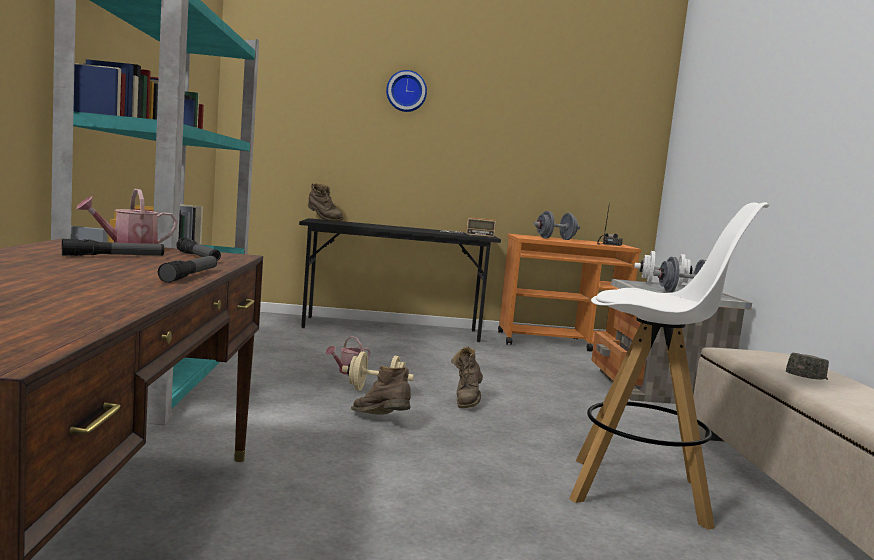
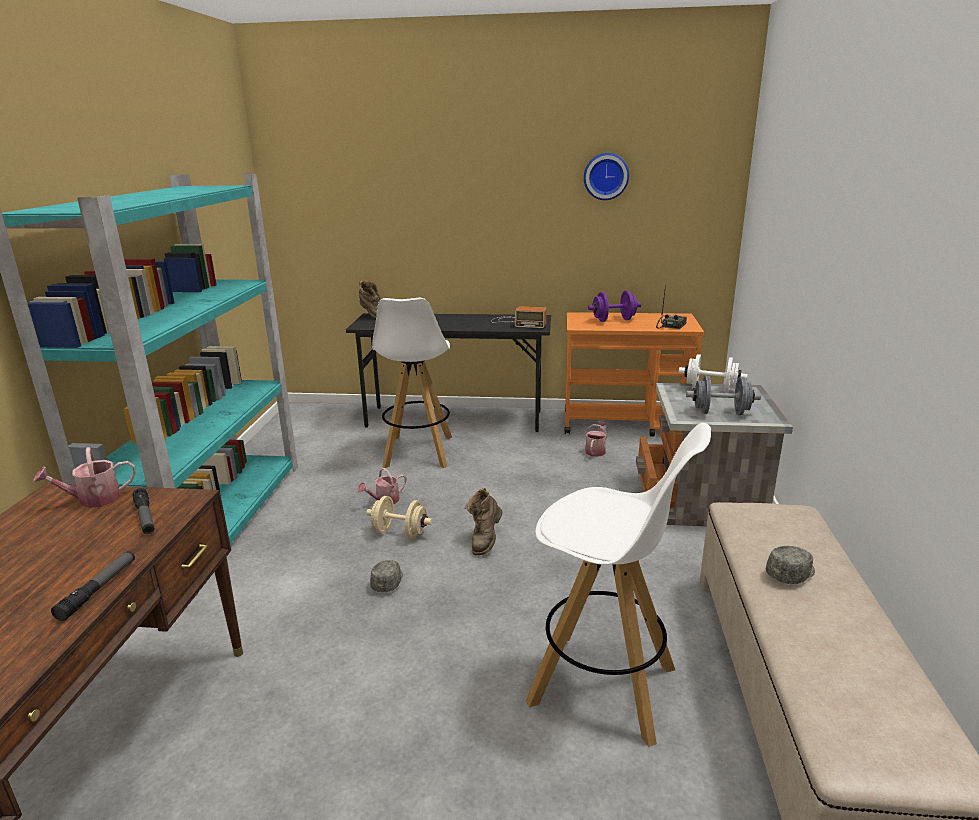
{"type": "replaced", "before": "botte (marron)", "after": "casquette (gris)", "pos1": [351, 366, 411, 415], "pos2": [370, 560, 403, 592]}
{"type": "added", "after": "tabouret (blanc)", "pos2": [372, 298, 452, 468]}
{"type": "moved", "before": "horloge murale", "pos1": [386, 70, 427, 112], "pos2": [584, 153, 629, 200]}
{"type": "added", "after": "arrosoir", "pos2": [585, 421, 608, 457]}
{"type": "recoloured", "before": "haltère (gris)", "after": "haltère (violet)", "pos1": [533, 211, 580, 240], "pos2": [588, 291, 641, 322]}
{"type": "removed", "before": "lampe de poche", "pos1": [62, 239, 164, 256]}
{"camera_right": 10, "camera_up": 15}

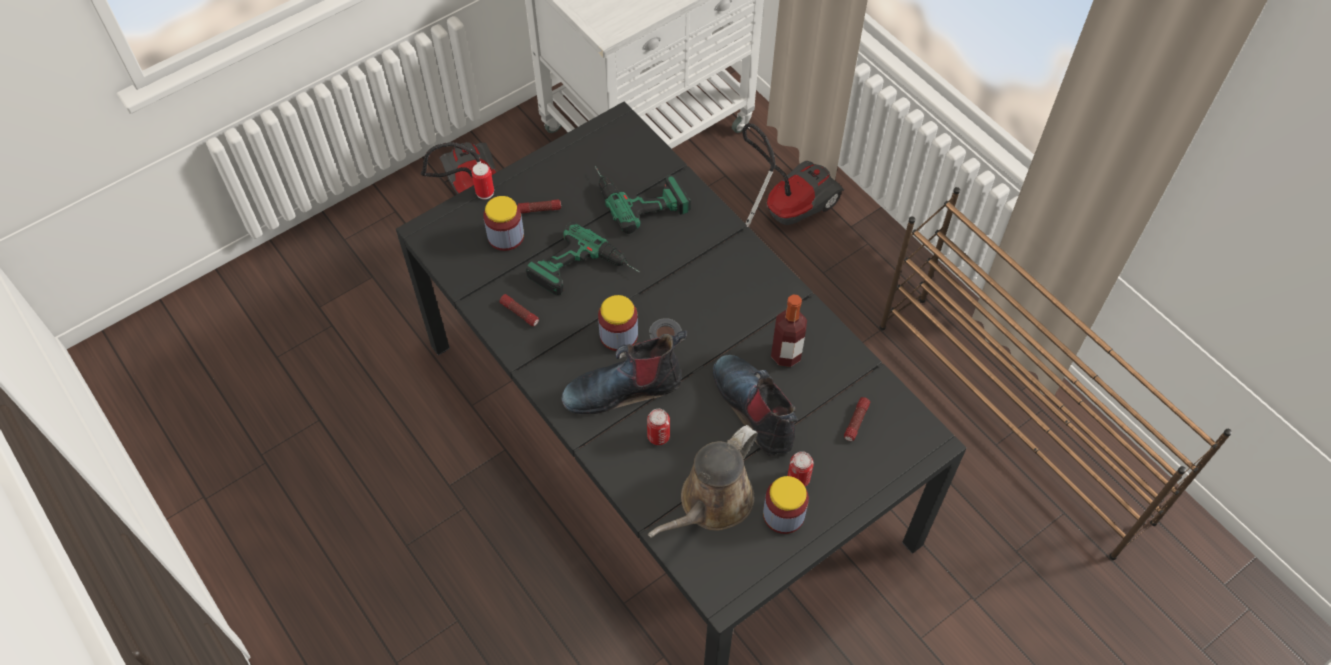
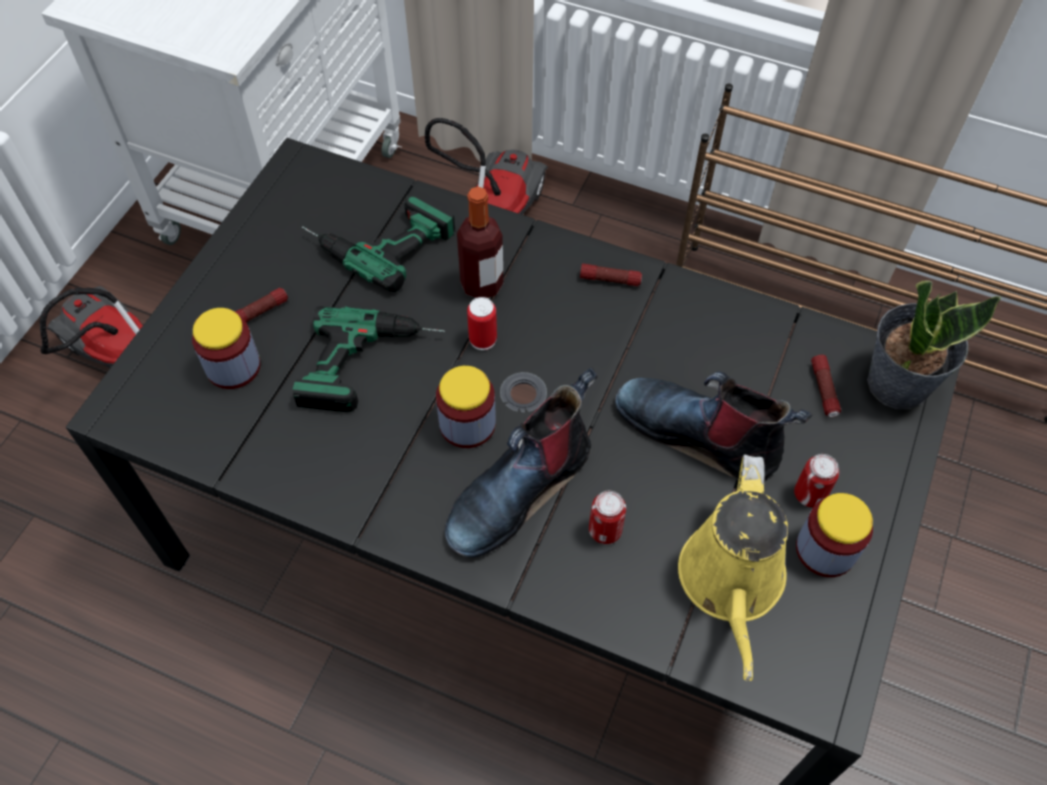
{"type": "moved", "before": "bouteille", "pos1": [771, 294, 807, 367], "pos2": [457, 187, 503, 298]}
{"type": "moved", "before": "boîte métallique", "pos1": [472, 163, 494, 199], "pos2": [467, 297, 497, 350]}
{"type": "moved", "before": "lampe de poche", "pos1": [499, 294, 539, 326], "pos2": [580, 263, 642, 286]}
{"type": "recoloured", "before": "arrosoir (marron)", "after": "arrosoir (jaune)", "pos1": [648, 425, 758, 538], "pos2": [678, 454, 788, 681]}
{"type": "added", "after": "plante en pot", "pos2": [867, 280, 1002, 410]}
{"camera_right": -30, "camera_up": 0}

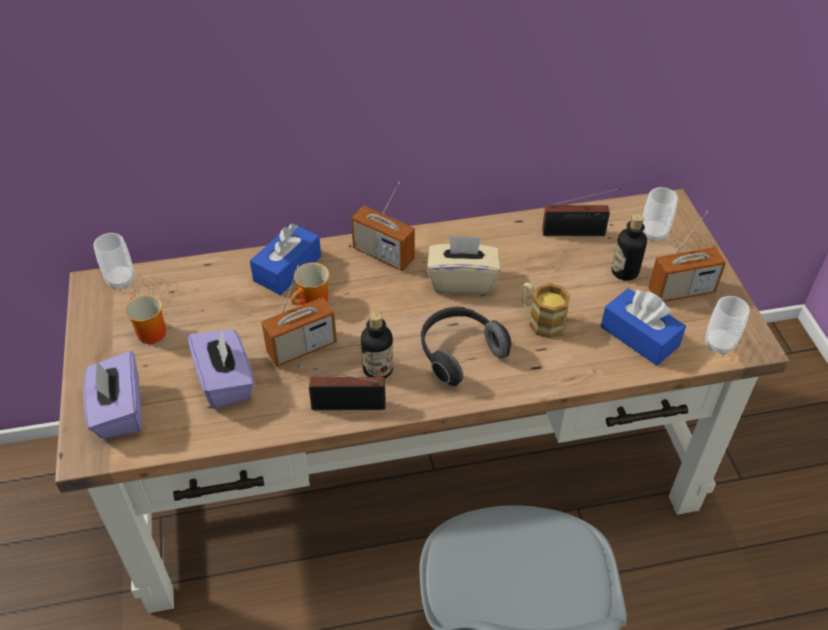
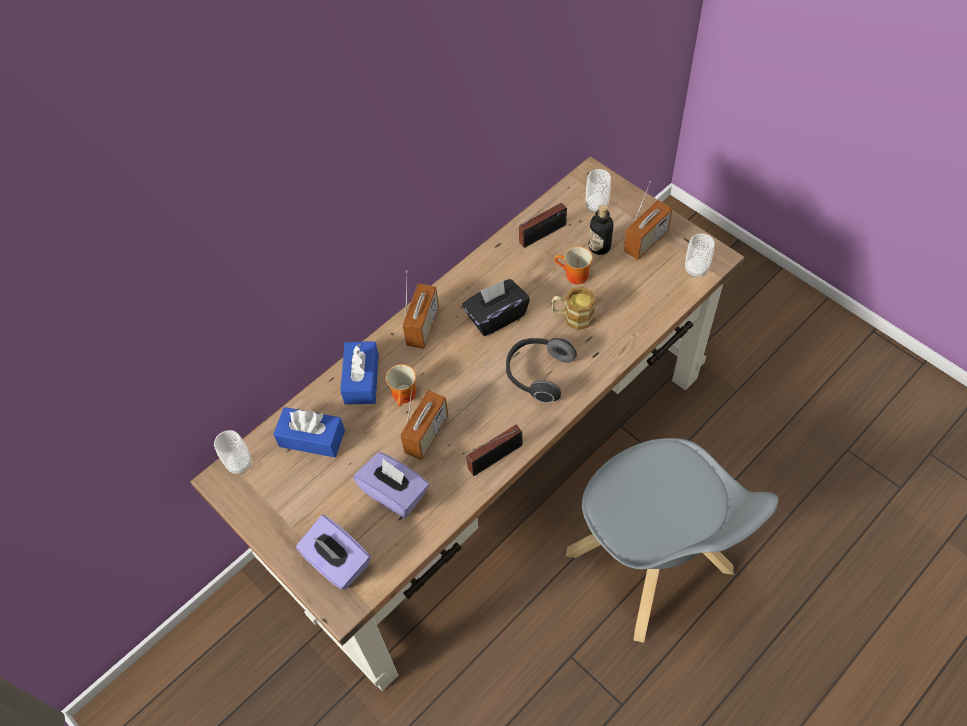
{"type": "moved", "before": "boîte à mouchoirs (bleu)", "pos1": [601, 288, 686, 366], "pos2": [273, 407, 345, 457]}
{"type": "turned", "before": "radio", "pos1": [351, 182, 415, 271], "pos2": [402, 270, 439, 349], "turn": -75}
{"type": "recoloured", "before": "boîte à mouchoirs (beige)", "after": "boîte à mouchoirs (noir)", "pos1": [427, 235, 500, 294], "pos2": [462, 279, 530, 336]}
{"type": "moved", "before": "mug", "pos1": [125, 294, 166, 344], "pos2": [554, 246, 593, 284]}
{"type": "removed", "before": "bouteille", "pos1": [361, 311, 393, 378]}
{"camera_right": -30, "camera_up": 10}

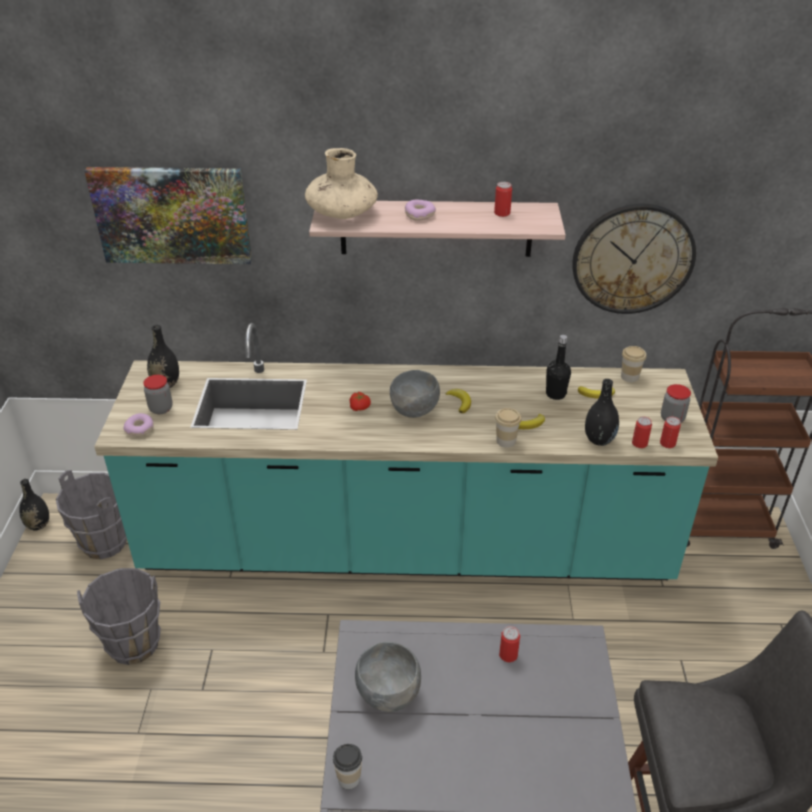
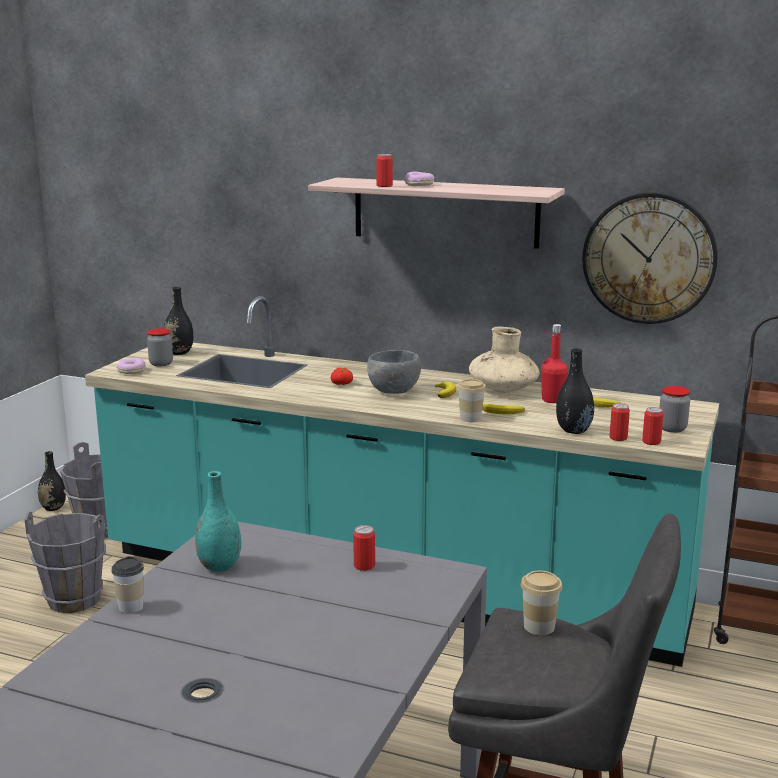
{"type": "replaced", "before": "bol (gris)", "after": "vase (turquoise)", "pos1": [355, 642, 421, 712], "pos2": [195, 471, 241, 572]}
{"type": "moved", "before": "boîte métallique", "pos1": [494, 182, 512, 217], "pos2": [376, 154, 393, 187]}
{"type": "moved", "before": "vase (beige)", "pos1": [305, 148, 378, 219], "pos2": [469, 326, 540, 393]}
{"type": "moved", "before": "tasse", "pos1": [621, 346, 646, 382], "pos2": [521, 571, 562, 635]}
{"type": "recoloured", "before": "bouteille (noir)", "after": "bouteille (rouge)", "pos1": [546, 335, 571, 400], "pos2": [541, 324, 568, 403]}
{"type": "removed", "before": "tableau", "pos1": [84, 167, 252, 264]}
{"camera_right": 20, "camera_up": -20}

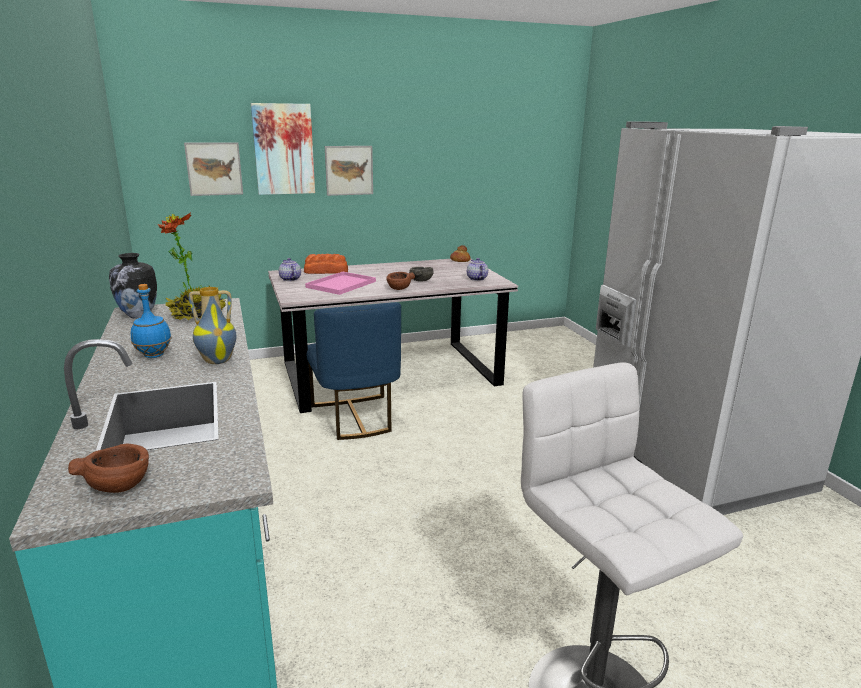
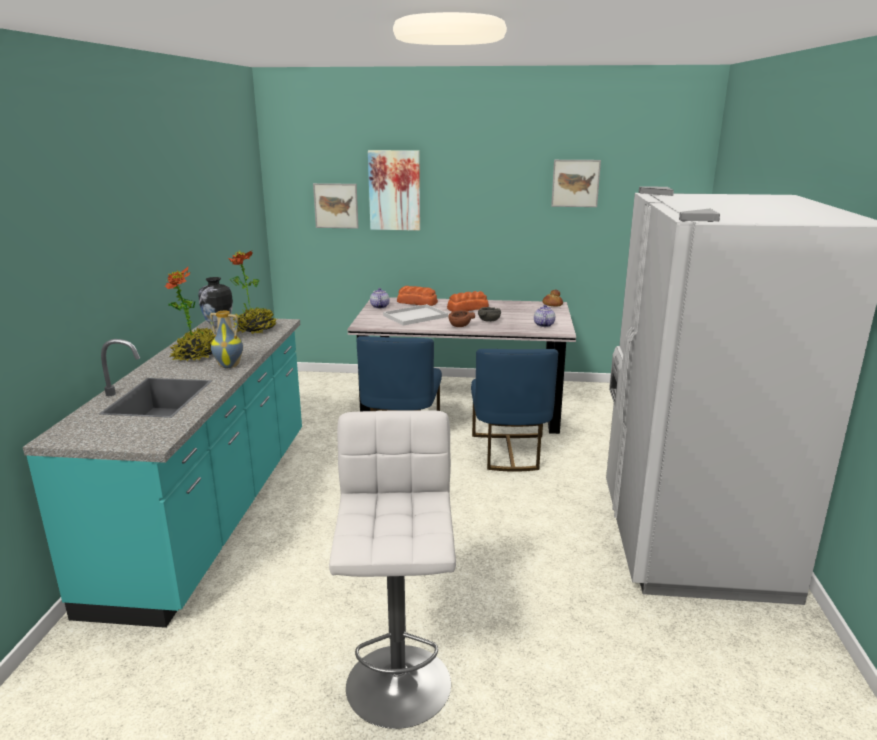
{"type": "replaced", "before": "bouteille (bleu)", "after": "plante en pot", "pos1": [131, 284, 172, 358], "pos2": [165, 267, 215, 361]}
{"type": "recoloured", "before": "plateau (rose)", "after": "plateau (blanc)", "pos1": [305, 272, 376, 295], "pos2": [383, 304, 448, 326]}
{"type": "added", "after": "pain", "pos2": [447, 291, 489, 312]}
{"type": "added", "after": "chaise (bleu)", "pos2": [471, 349, 558, 472]}
{"type": "moved", "before": "tableau", "pos1": [325, 146, 373, 196], "pos2": [551, 160, 601, 207]}
{"type": "removed", "before": "bol (marron)", "pos1": [68, 444, 149, 493]}
{"camera_right": 25, "camera_up": 0}

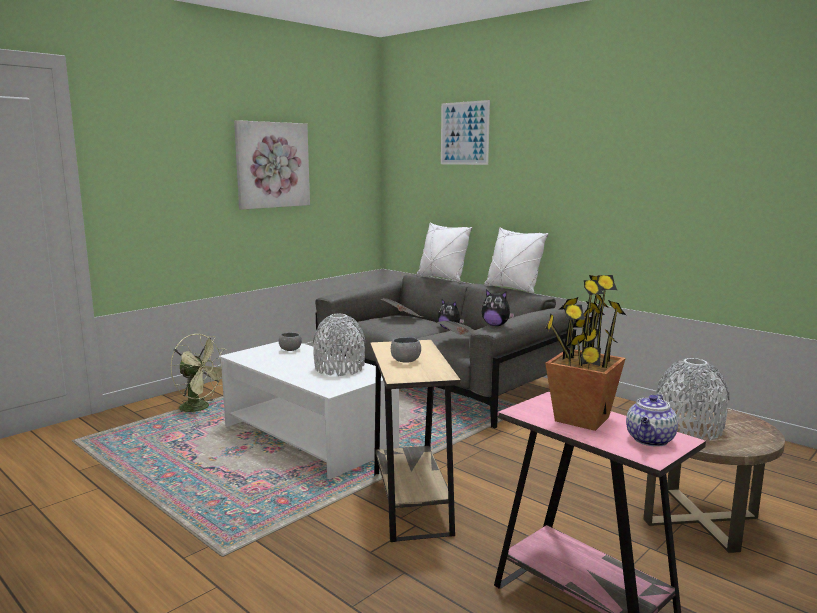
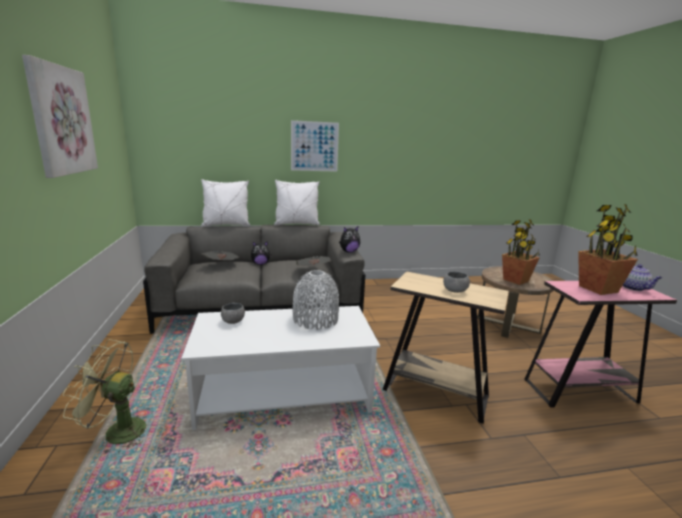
{"type": "turned", "before": "ventilateur (vert)", "pos1": [170, 334, 224, 412], "pos2": [63, 339, 146, 455], "turn": -150}
{"type": "moved", "before": "tableau", "pos1": [441, 100, 490, 165], "pos2": [291, 120, 339, 172]}
{"type": "replaced", "before": "vase (gris)", "after": "plante en pot", "pos1": [656, 358, 730, 440], "pos2": [502, 219, 540, 285]}
{"camera_right": -55, "camera_up": 5}

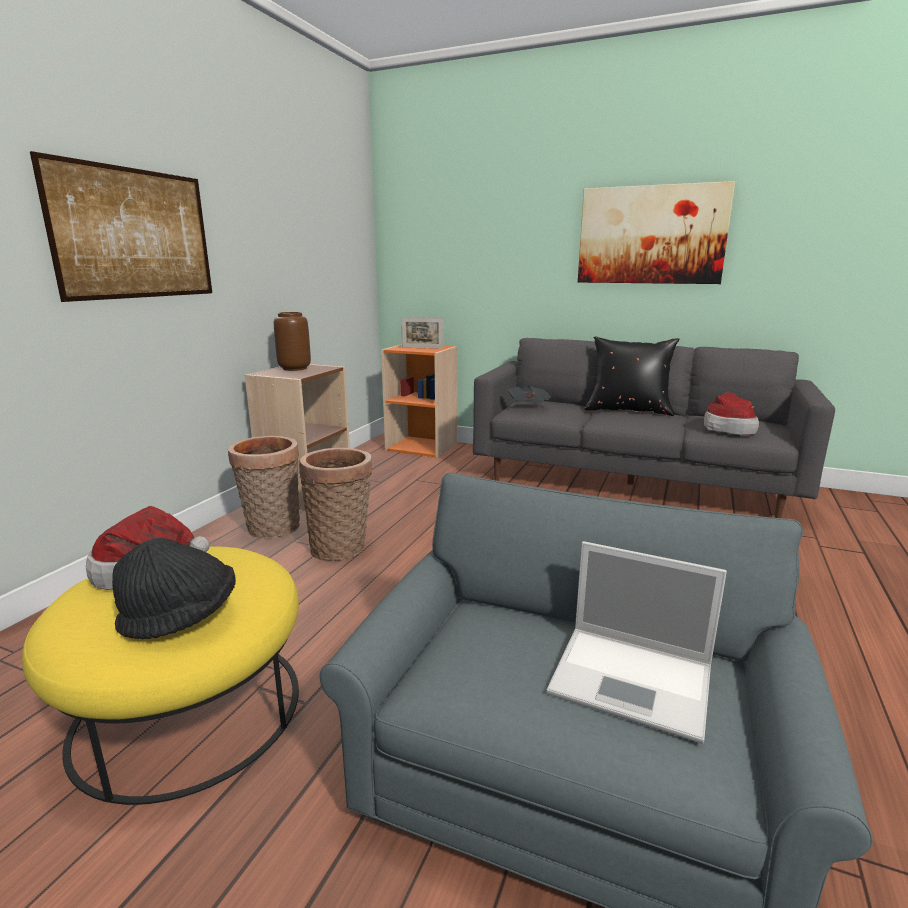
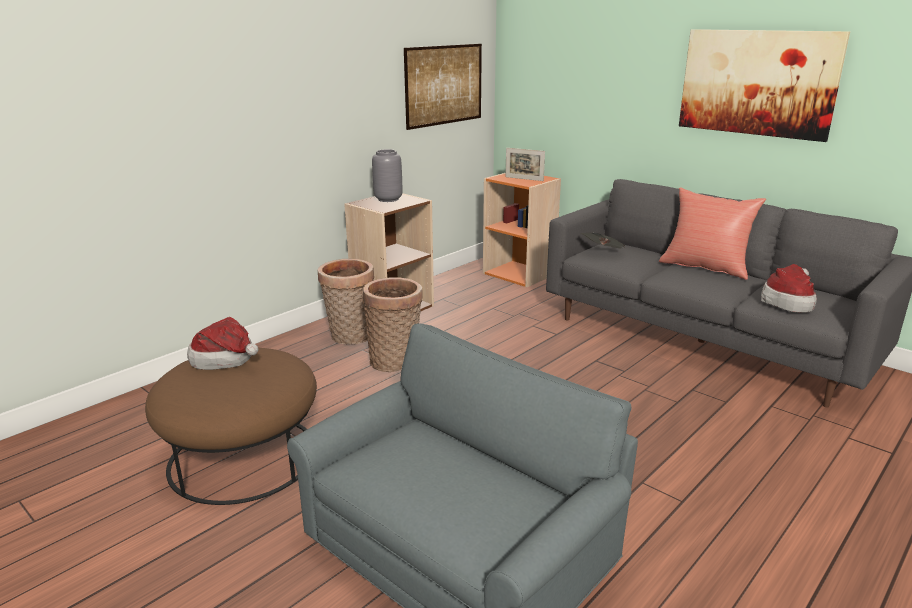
{"type": "recoloured", "before": "pouf (jaune)", "after": "pouf (marron)", "pos1": [22, 546, 299, 805], "pos2": [145, 348, 317, 505]}
{"type": "recoloured", "before": "vase (marron)", "after": "vase (gris)", "pos1": [274, 312, 311, 371], "pos2": [372, 149, 402, 202]}
{"type": "moved", "before": "tableau", "pos1": [30, 151, 212, 302], "pos2": [404, 44, 482, 130]}
{"type": "recoloured", "before": "coussin (noir)", "after": "coussin (rouge)", "pos1": [584, 336, 679, 416], "pos2": [659, 187, 766, 280]}
{"type": "removed", "before": "chapeau (noir)", "pos1": [112, 538, 236, 639]}
{"type": "removed", "before": "ordinateur portable", "pos1": [546, 541, 727, 744]}
{"camera_right": 20, "camera_up": 5}

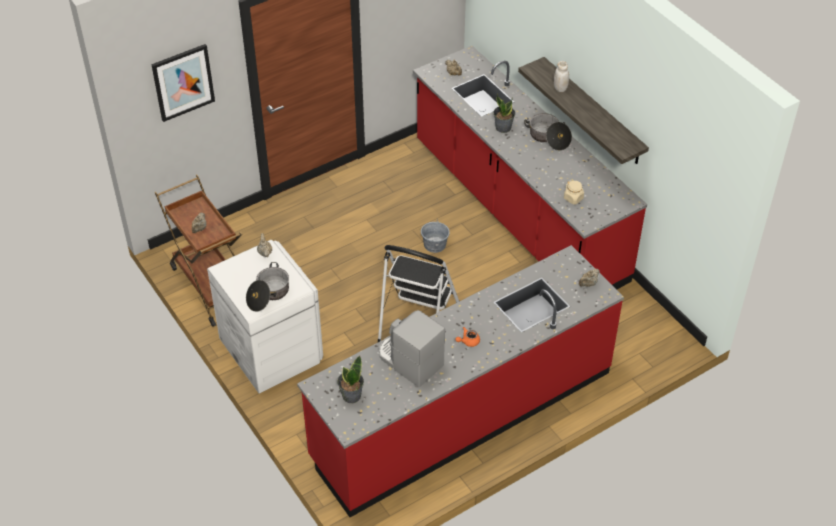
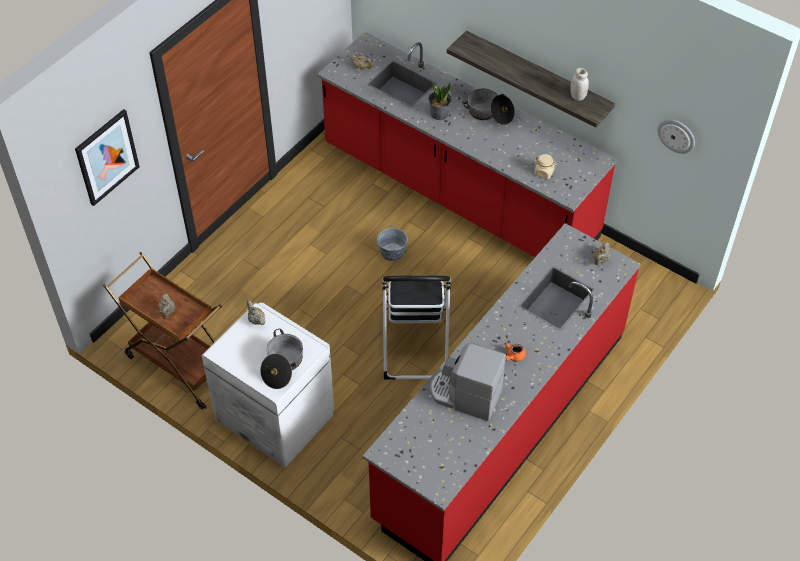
{"type": "moved", "before": "bocal (blanc)", "pos1": [554, 61, 569, 92], "pos2": [570, 68, 589, 101]}
{"type": "added", "after": "horloge murale", "pos2": [657, 119, 695, 154]}
{"type": "removed", "before": "plante en pot", "pos1": [337, 355, 364, 403]}
{"camera_right": -20, "camera_up": 5}

